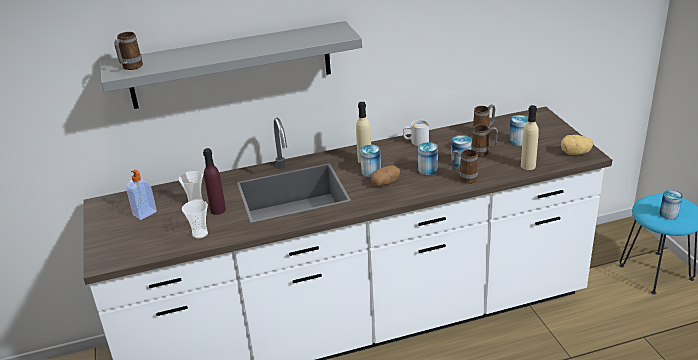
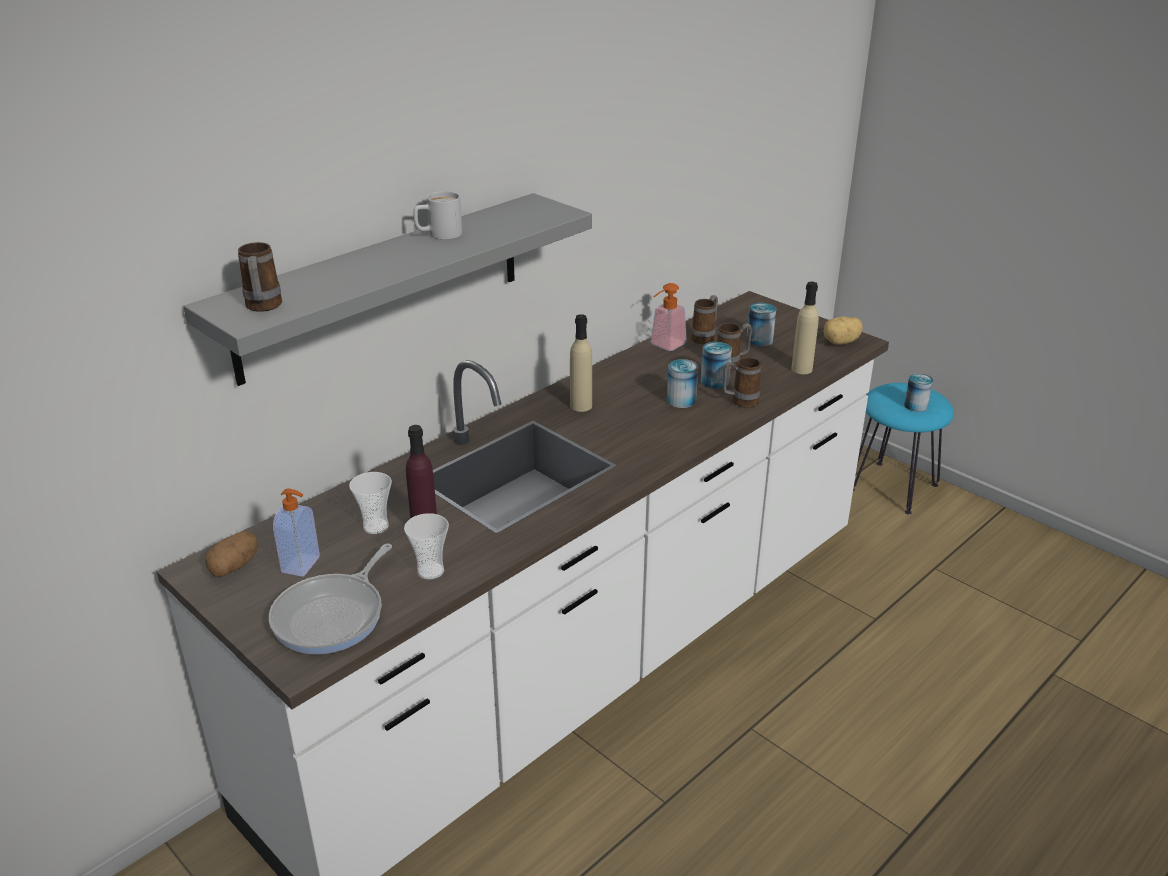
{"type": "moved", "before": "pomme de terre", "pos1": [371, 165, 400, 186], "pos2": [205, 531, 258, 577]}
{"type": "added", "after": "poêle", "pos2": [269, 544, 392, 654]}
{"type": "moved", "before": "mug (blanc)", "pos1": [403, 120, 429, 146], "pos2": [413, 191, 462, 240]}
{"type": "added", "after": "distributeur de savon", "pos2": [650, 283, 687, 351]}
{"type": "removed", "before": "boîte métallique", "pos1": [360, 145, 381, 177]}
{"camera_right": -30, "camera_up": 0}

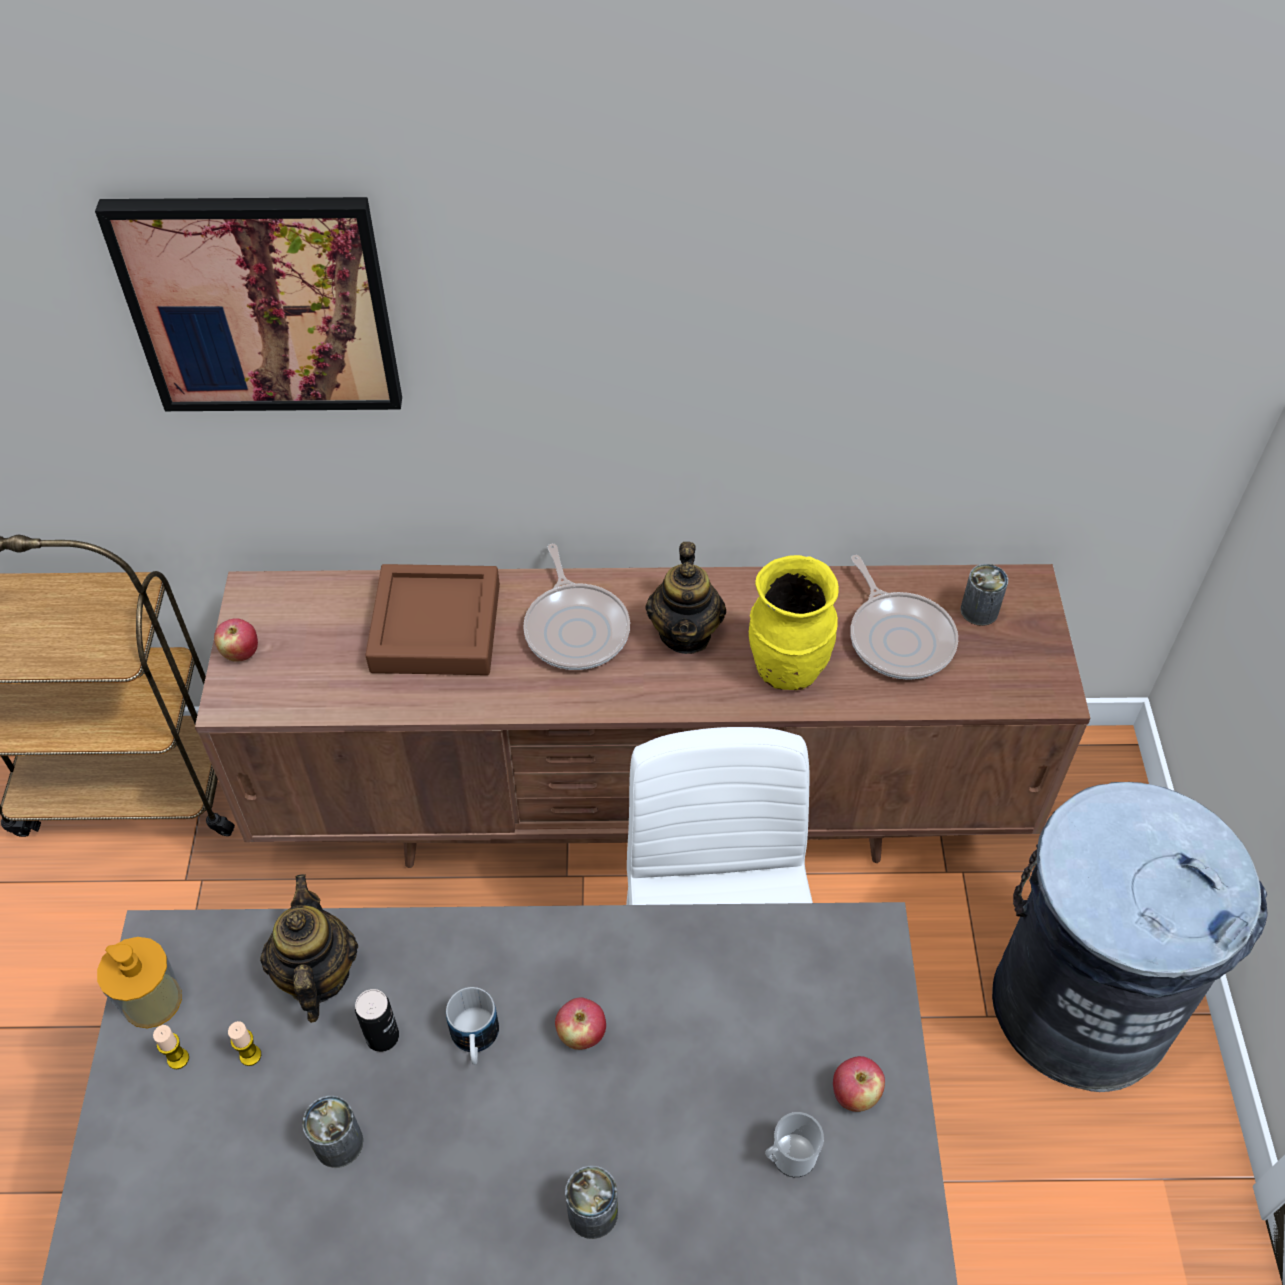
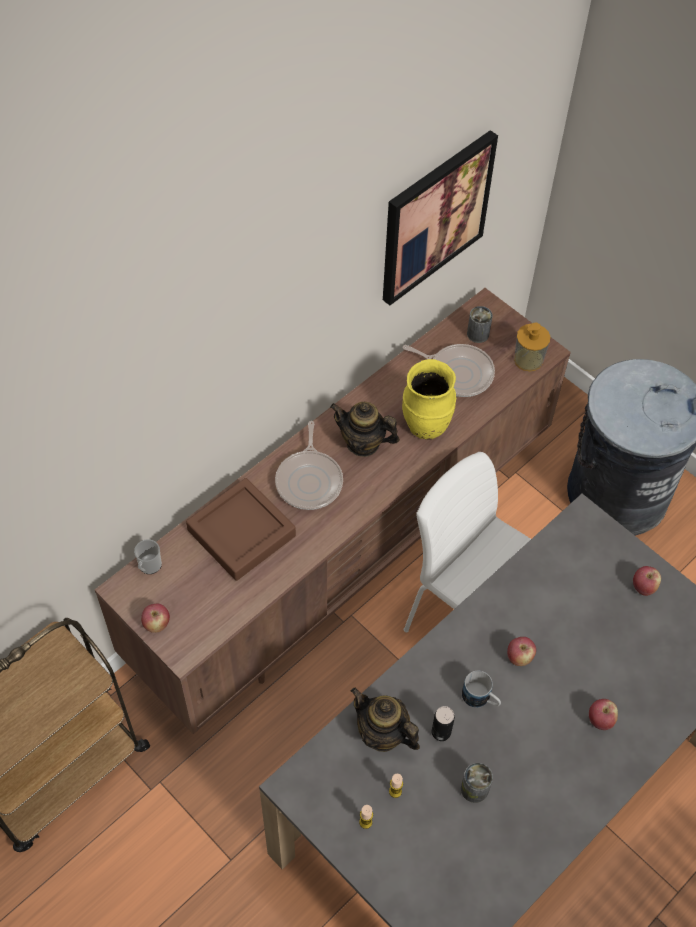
{"type": "moved", "before": "mug", "pos1": [765, 1112, 824, 1177], "pos2": [134, 539, 162, 574]}
{"type": "turned", "before": "poêle", "pos1": [523, 544, 630, 670], "pos2": [275, 421, 343, 510], "turn": 60}
{"type": "turned", "before": "théière", "pos1": [645, 542, 727, 654], "pos2": [330, 402, 400, 457], "turn": 150}
{"type": "moved", "before": "tableau", "pos1": [95, 197, 402, 411], "pos2": [383, 130, 498, 305]}
{"type": "moved", "before": "distributeur de savon", "pos1": [97, 937, 182, 1029], "pos2": [514, 322, 550, 371]}
{"type": "replaced", "before": "boîte métallique", "after": "pomme", "pos1": [565, 1166, 618, 1239], "pos2": [589, 699, 618, 730]}
{"camera_right": -45, "camera_up": 5}

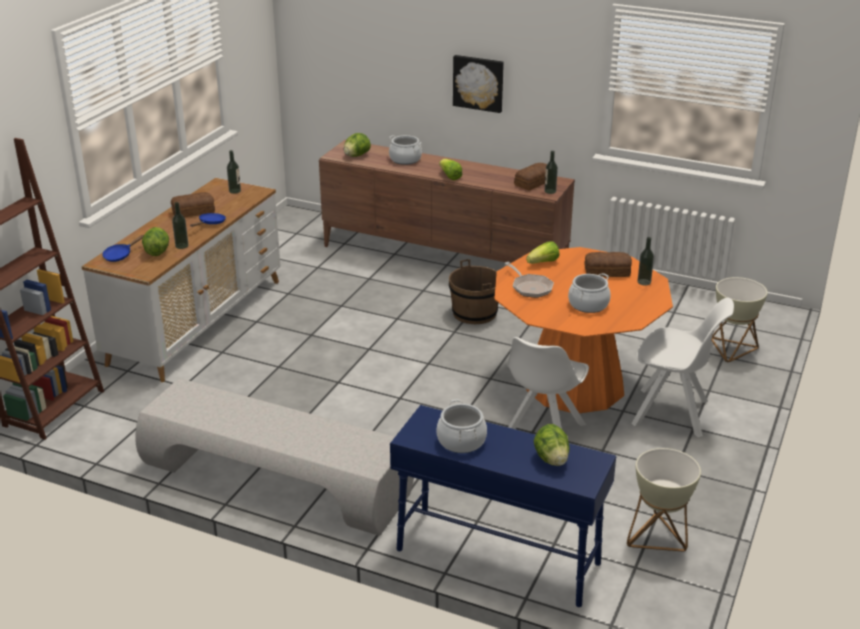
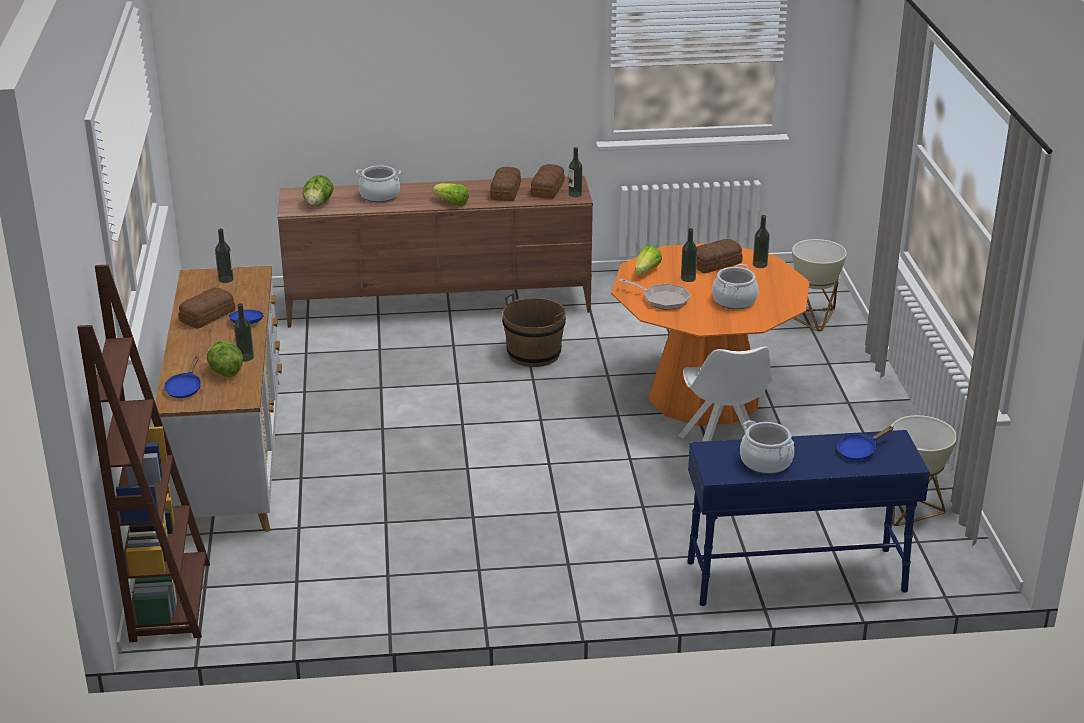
{"type": "added", "after": "pain", "pos2": [490, 167, 521, 201]}
{"type": "added", "after": "bouteille", "pos2": [681, 228, 697, 282]}
{"type": "replaced", "before": "laitue", "after": "poêle (bleu)", "pos1": [534, 424, 570, 466], "pos2": [837, 426, 894, 460]}
{"type": "removed", "before": "banc (gris)", "pos1": [135, 378, 414, 536]}
{"type": "removed", "before": "tableau", "pos1": [453, 55, 504, 113]}
{"type": "removed", "before": "chaise (blanc)", "pos1": [631, 298, 734, 437]}
{"camera_right": -30, "camera_up": 0}

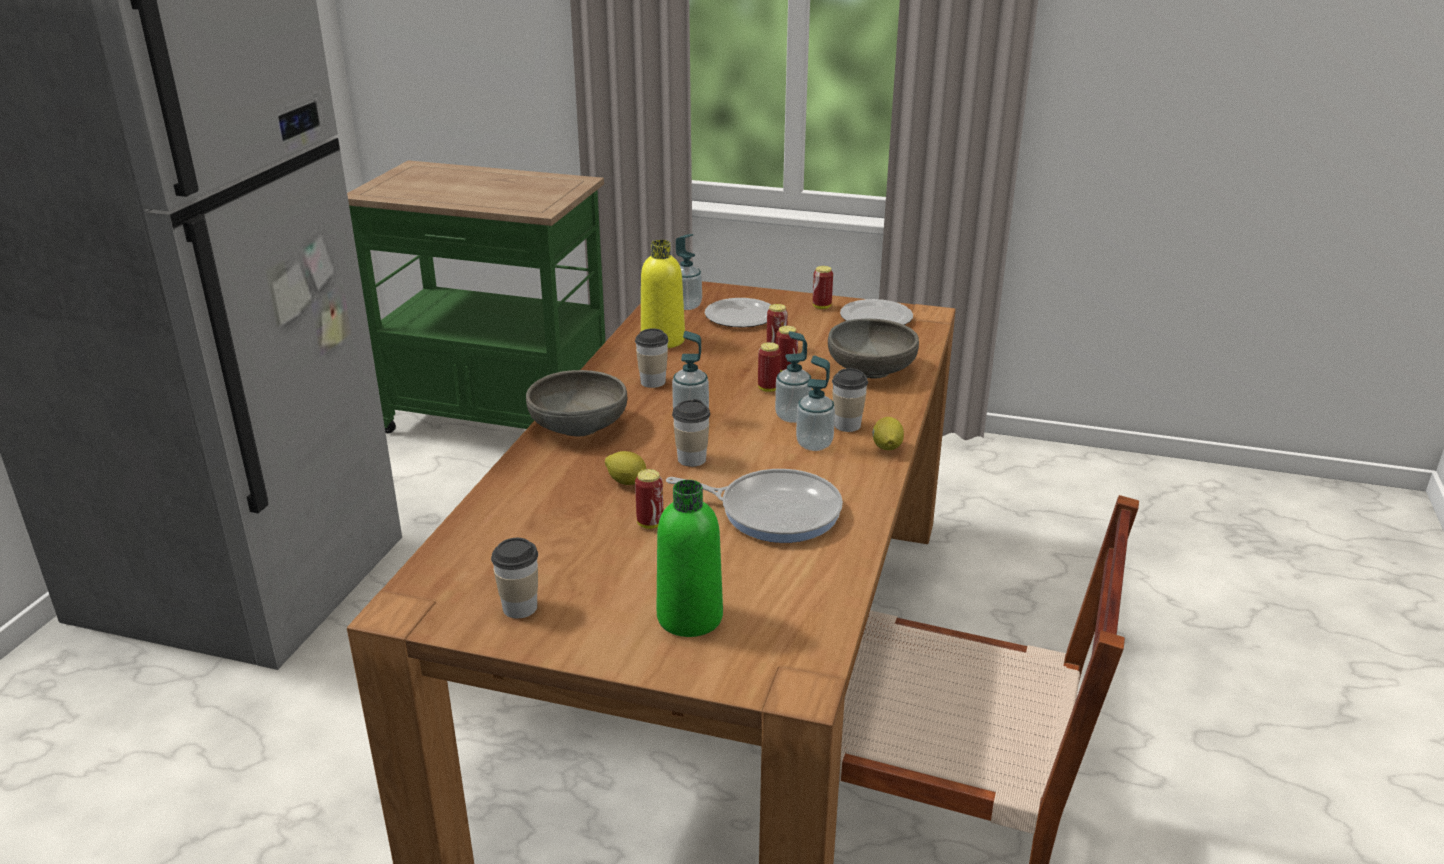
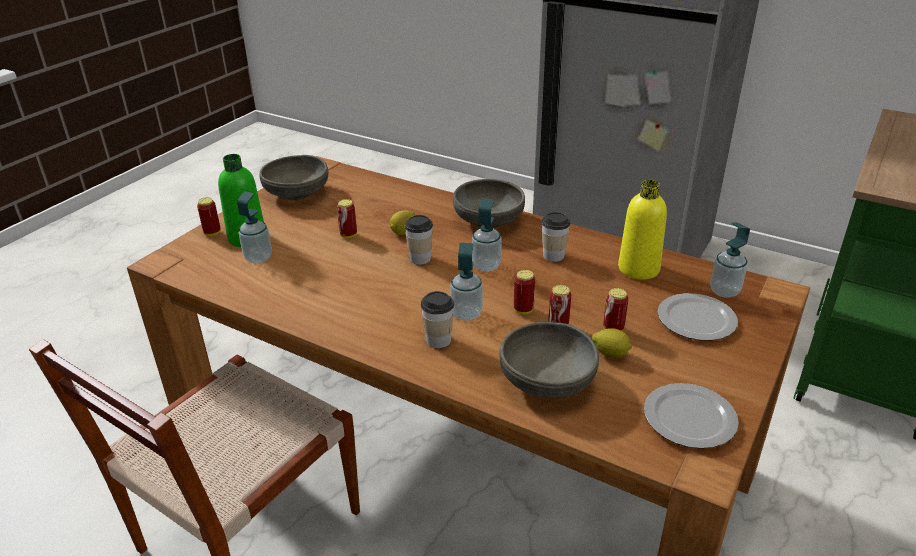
{"type": "moved", "before": "boîte métallique", "pos1": [813, 266, 833, 309], "pos2": [197, 197, 221, 236]}
{"type": "moved", "before": "distributeur de savon", "pos1": [796, 356, 835, 451], "pos2": [237, 191, 272, 263]}
{"type": "replaced", "before": "tasse", "after": "bol (gris)", "pos1": [491, 538, 538, 619], "pos2": [259, 155, 328, 200]}
{"type": "moved", "before": "citron", "pos1": [872, 417, 904, 450], "pos2": [592, 328, 632, 358]}
{"type": "removed", "before": "poêle", "pos1": [666, 469, 843, 543]}
{"camera_right": 105, "camera_up": 5}

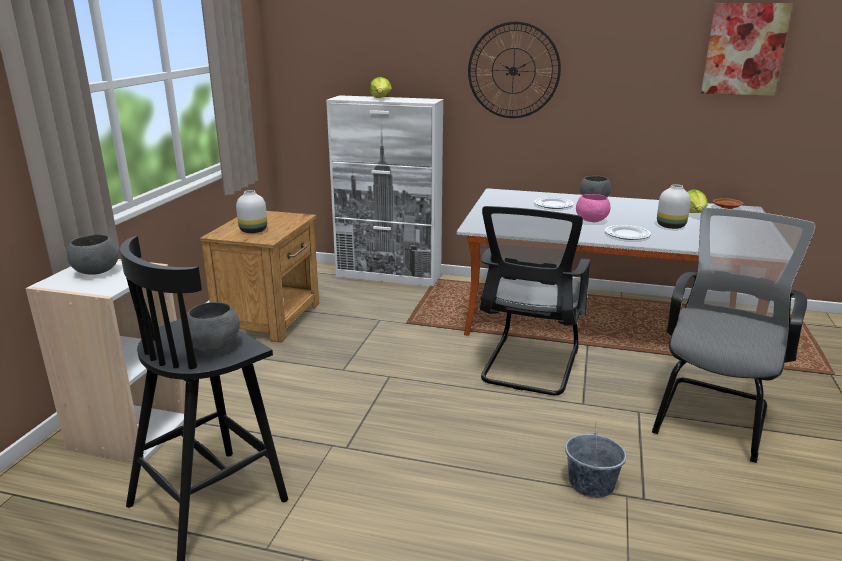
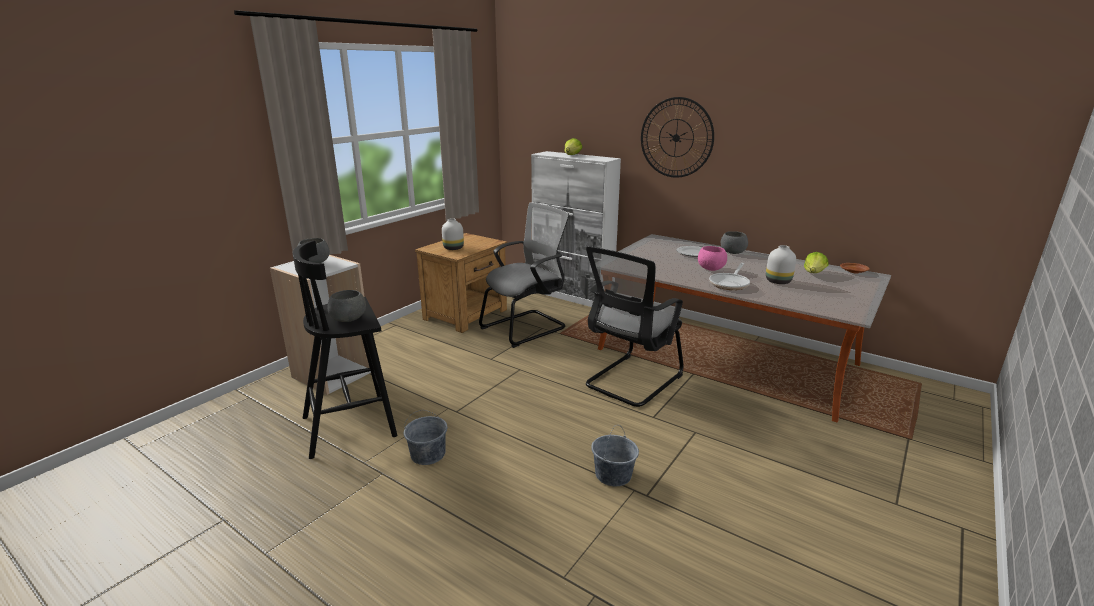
{"type": "added", "after": "seau (gris)", "pos2": [404, 410, 448, 465]}
{"type": "moved", "before": "chaise", "pos1": [652, 208, 815, 463], "pos2": [479, 202, 569, 348]}
{"type": "replaced", "before": "assiette", "after": "poêle", "pos1": [605, 225, 651, 240], "pos2": [709, 263, 750, 290]}
{"type": "removed", "before": "tableau", "pos1": [701, 3, 793, 96]}
{"camera_right": 20, "camera_up": 0}

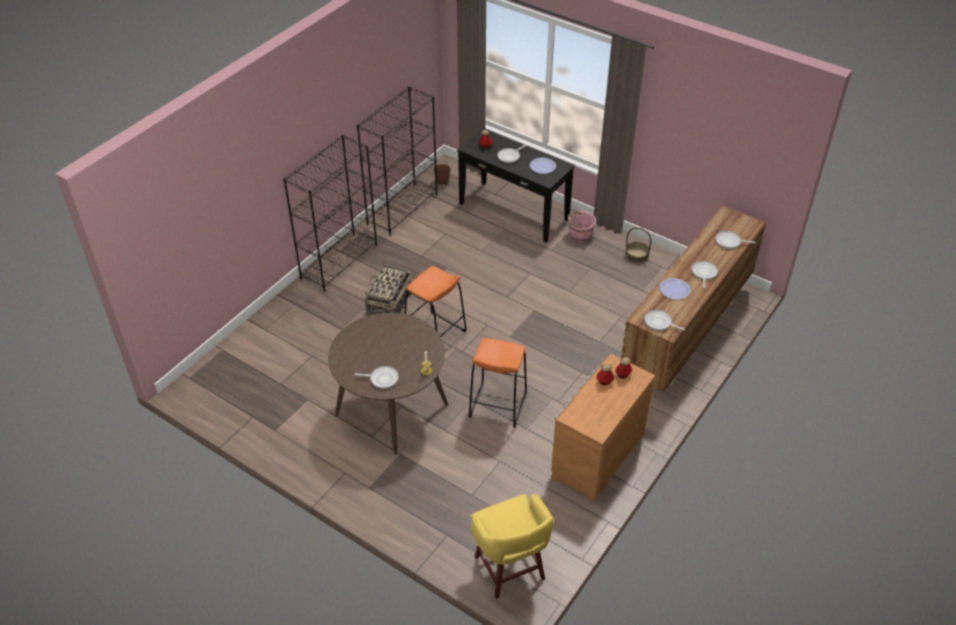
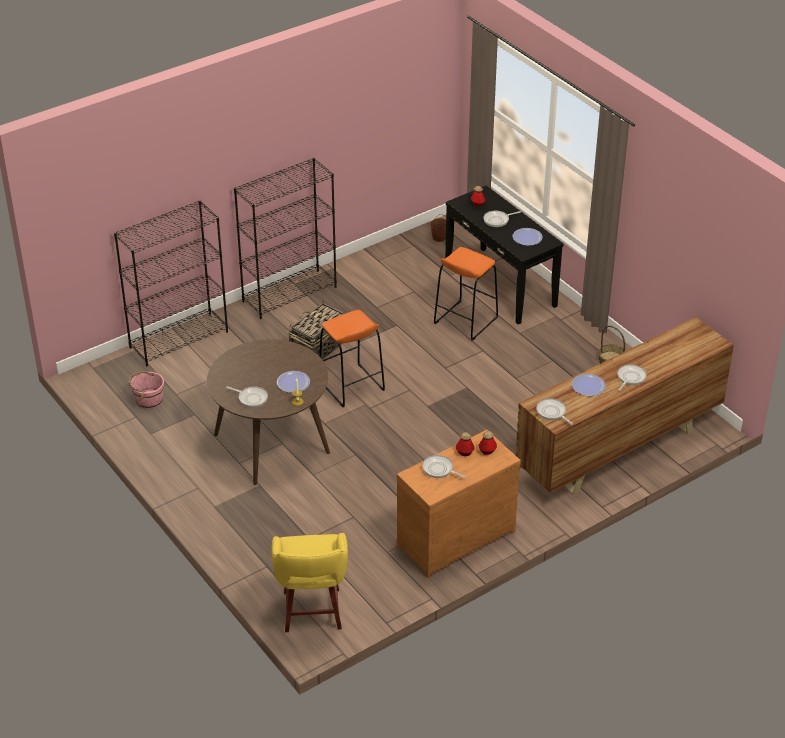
{"type": "moved", "before": "bibliothèque (noir)", "pos1": [357, 86, 438, 236], "pos2": [114, 200, 228, 367]}
{"type": "moved", "before": "seau (rose)", "pos1": [567, 210, 596, 242], "pos2": [129, 370, 164, 409]}
{"type": "added", "after": "assiette", "pos2": [277, 371, 310, 393]}
{"type": "moved", "before": "poêle", "pos1": [715, 231, 756, 249], "pos2": [422, 455, 466, 478]}
{"type": "moved", "before": "tabouret (orange)", "pos1": [469, 338, 527, 428], "pos2": [434, 247, 498, 341]}
{"camera_right": 20, "camera_up": -5}

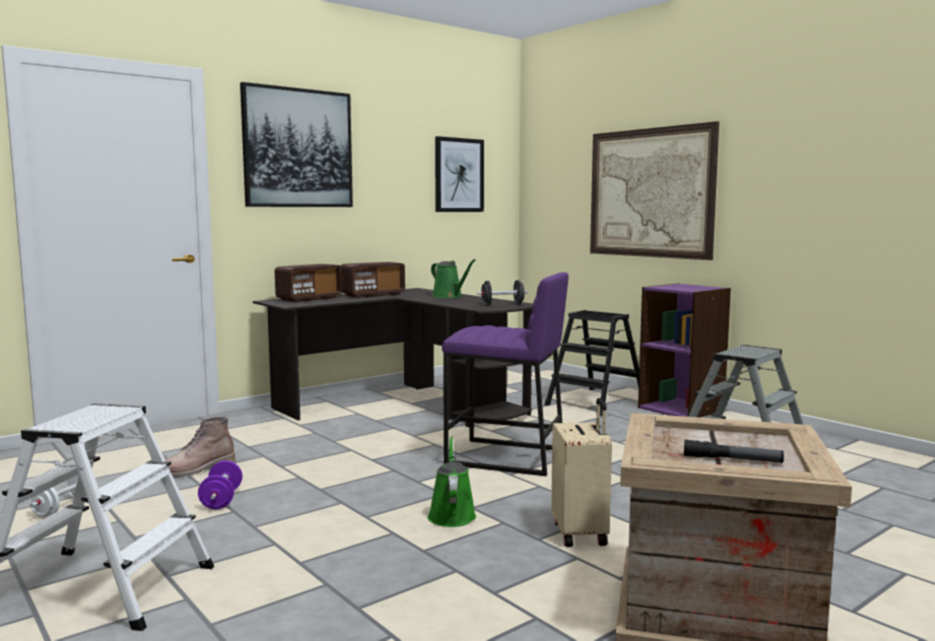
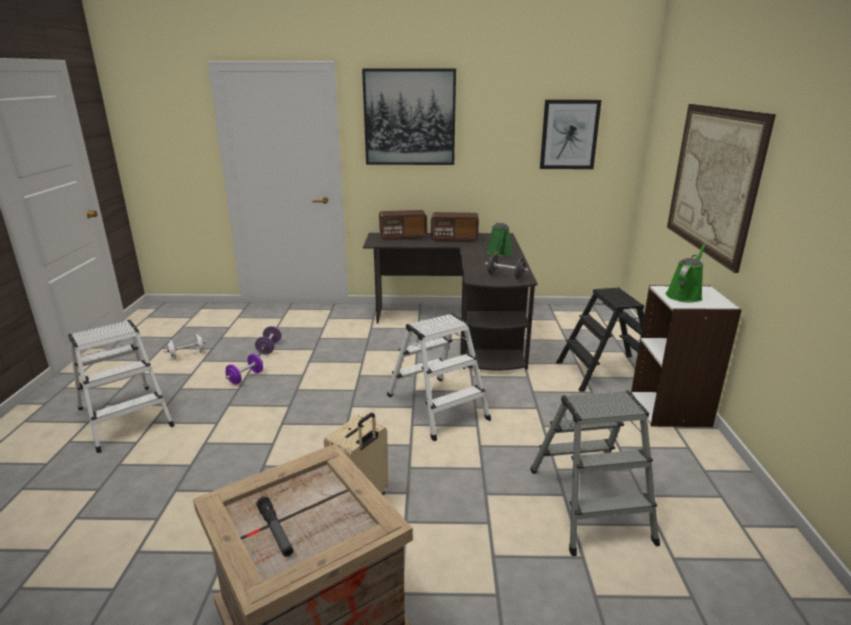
{"type": "replaced", "before": "botte (marron)", "after": "haltère (violet)", "pos1": [165, 417, 236, 478], "pos2": [255, 326, 282, 355]}
{"type": "replaced", "before": "tabouret (violet)", "after": "escabeau (blanc)", "pos1": [442, 272, 569, 476], "pos2": [387, 313, 491, 441]}
{"type": "recoloured", "before": "bibliothèque (violet)", "after": "bibliothèque (blanc)", "pos1": [638, 283, 731, 418], "pos2": [631, 285, 742, 427]}
{"type": "moved", "before": "arrosoir (vert)", "pos1": [428, 437, 476, 527], "pos2": [665, 243, 706, 303]}
{"camera_right": 40, "camera_up": 15}

